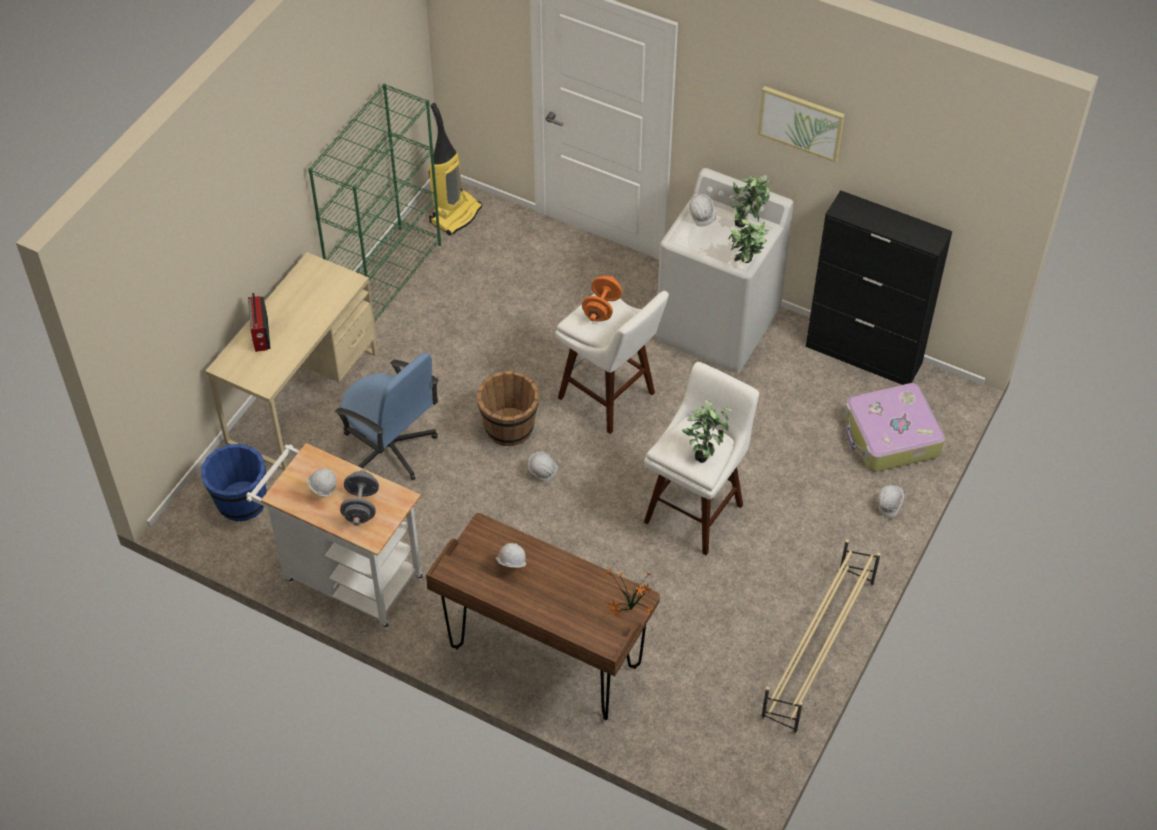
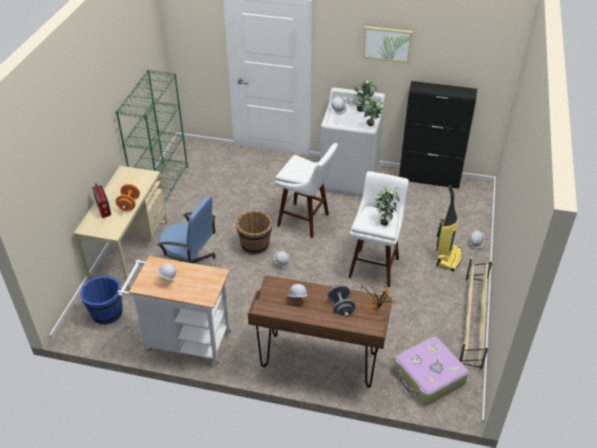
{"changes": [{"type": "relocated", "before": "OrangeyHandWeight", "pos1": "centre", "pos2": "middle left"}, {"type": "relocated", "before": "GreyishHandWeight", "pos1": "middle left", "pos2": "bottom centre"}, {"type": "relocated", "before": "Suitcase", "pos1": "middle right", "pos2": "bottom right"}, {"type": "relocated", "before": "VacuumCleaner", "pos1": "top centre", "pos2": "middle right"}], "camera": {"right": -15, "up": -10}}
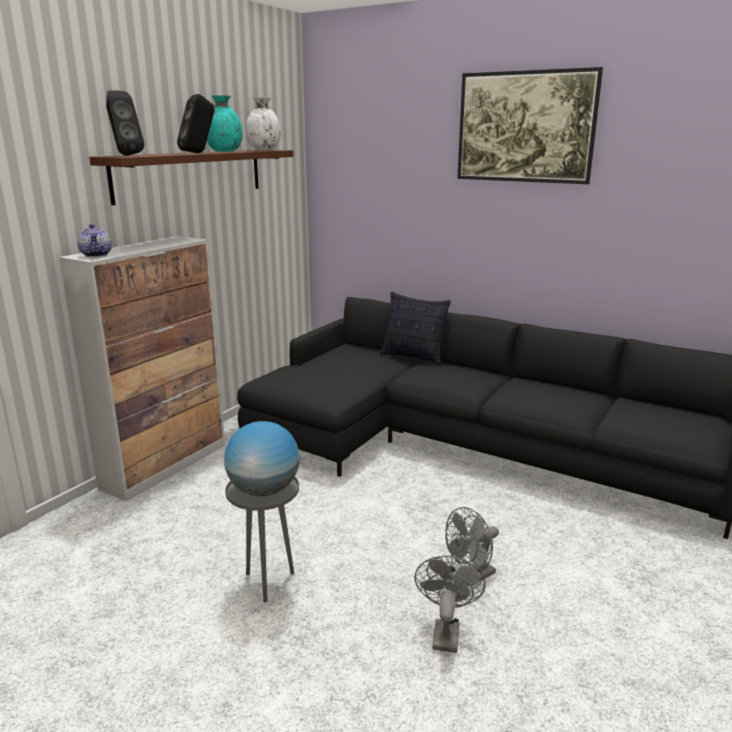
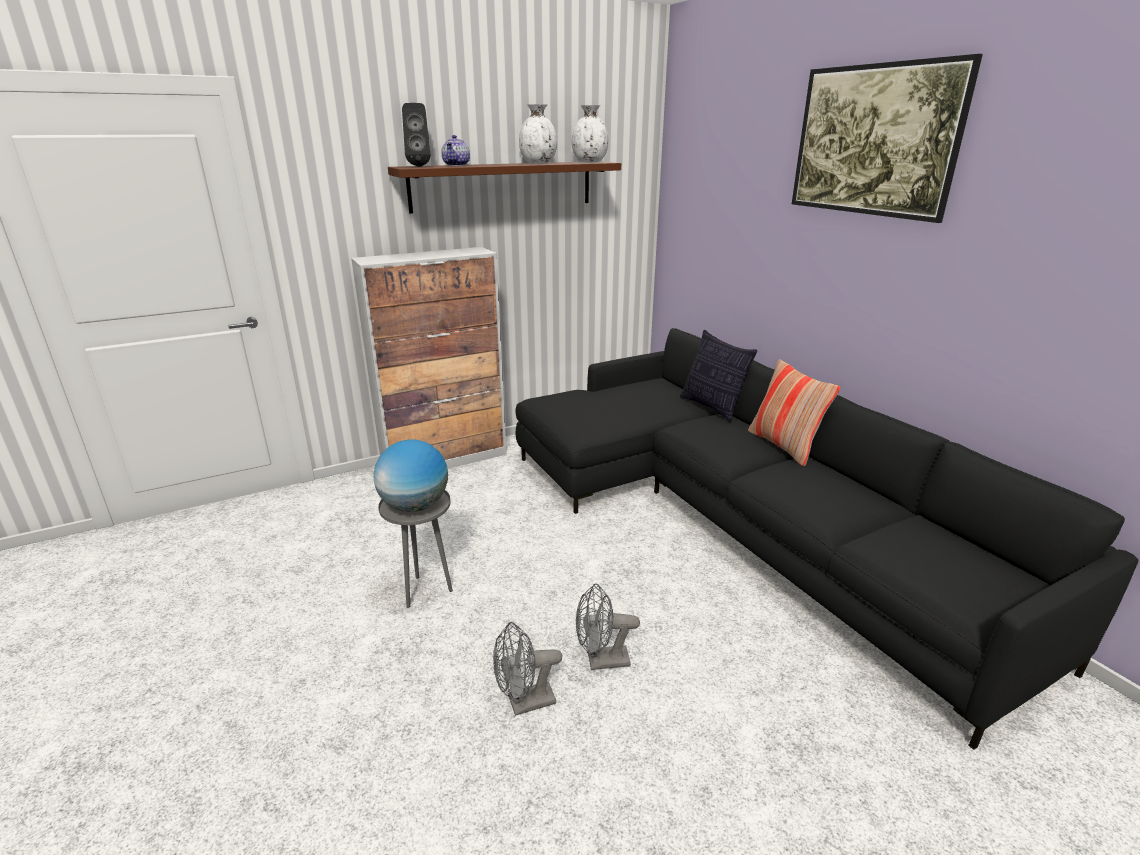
{"changes": [{"type": "relocated", "before": "Teapot", "pos1": "top left", "pos2": "top centre"}, {"type": "spun", "before": "GreyishCoolingFan (no. 1 from left)", "pos1": "bottom centre", "pos2": "bottom centre", "turn": -150}, {"type": "colour", "before": "TurquoiseVase", "after": "WhiteVase (no. 1 from left)", "pos1": "top left", "pos2": "top centre"}, {"type": "appeared", "after": "Pillow (no. 2 from left)", "pos2": "middle right"}, {"type": "missing", "before": "BlackColouredAudioSpeaker (no. 2 from left)", "pos1": "top left"}], "camera": {"right": 30, "up": 5}}
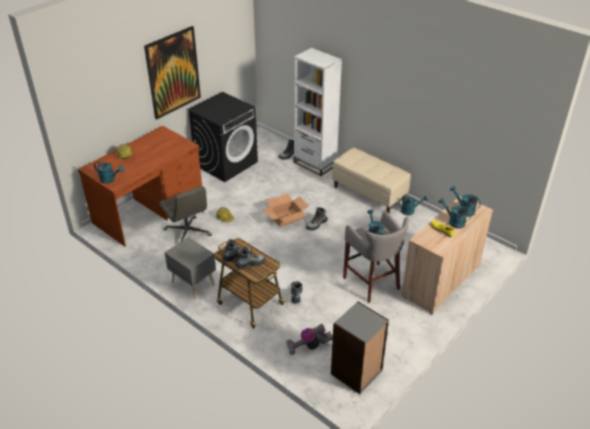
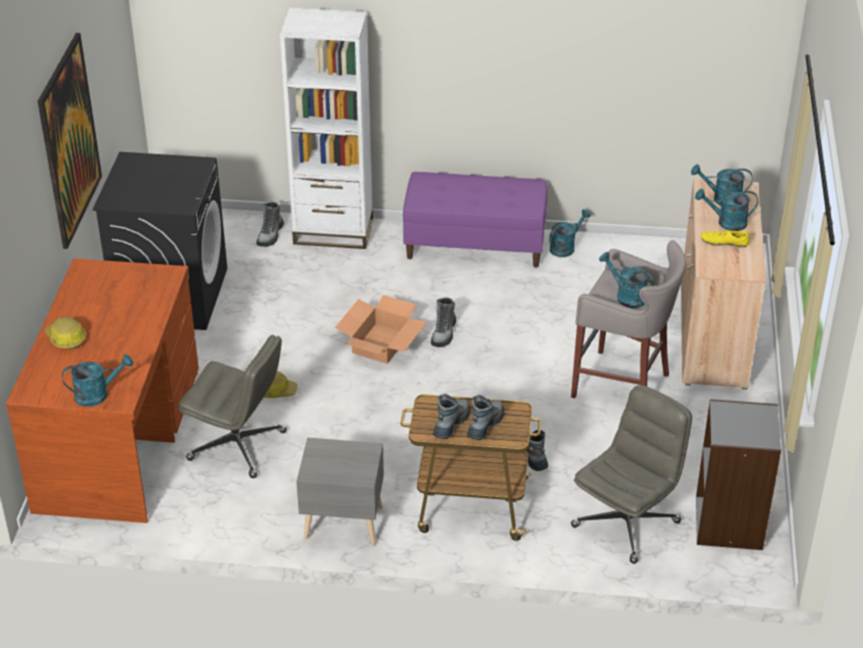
{"changes": [{"type": "colour", "before": "SandColouredLongSeat", "after": "PurplishLongSeat", "pos1": "centre", "pos2": "centre"}, {"type": "exchanged", "before": "VacuumCleaner", "after": "GreyishDeskChair (no. 2 from left)", "pos1": "bottom centre", "pos2": "bottom right"}], "camera": {"right": -35, "up": 0}}
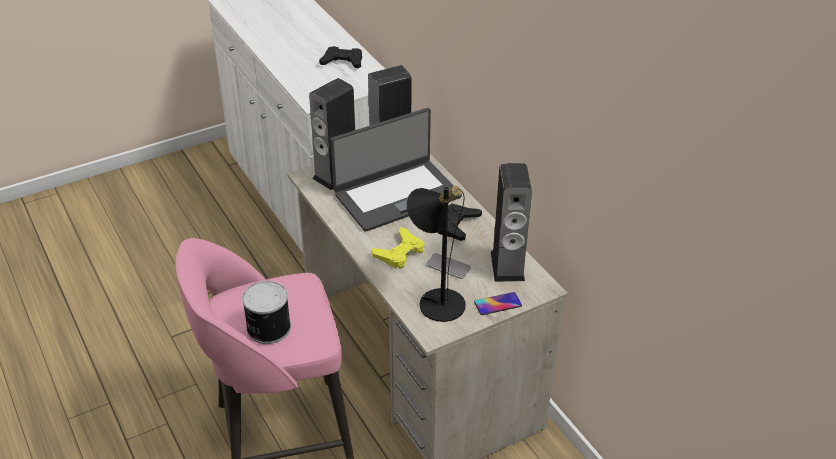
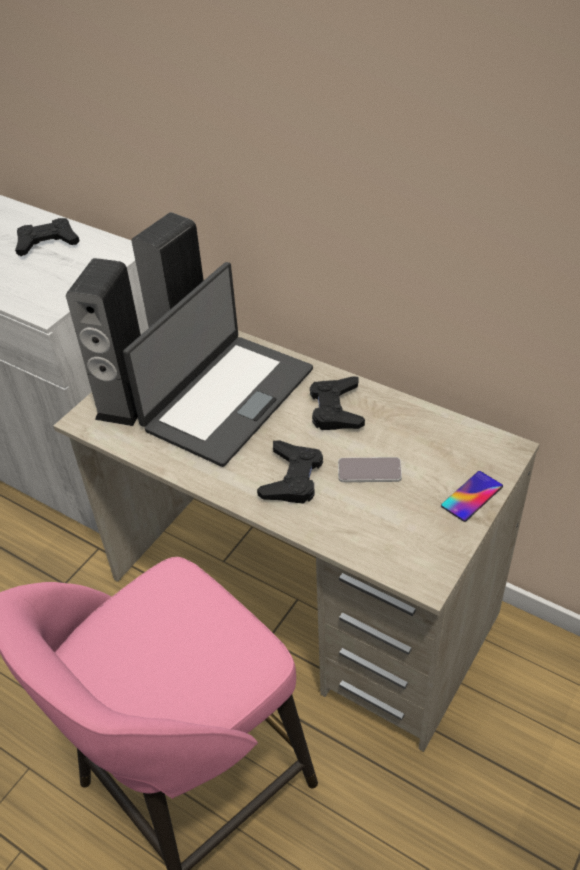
{"changes": [{"type": "colour", "before": "YellowishJoypad", "after": "BlackColouredJoypad (no. 2 from left)", "pos1": "centre", "pos2": "centre"}, {"type": "missing", "before": "Can", "pos1": "bottom left"}, {"type": "missing", "before": "BlackColouredLampForATable", "pos1": "centre"}, {"type": "missing", "before": "AudioSpeaker (no. 3 from left)", "pos1": "centre"}], "camera": {"right": -25, "up": 5}}
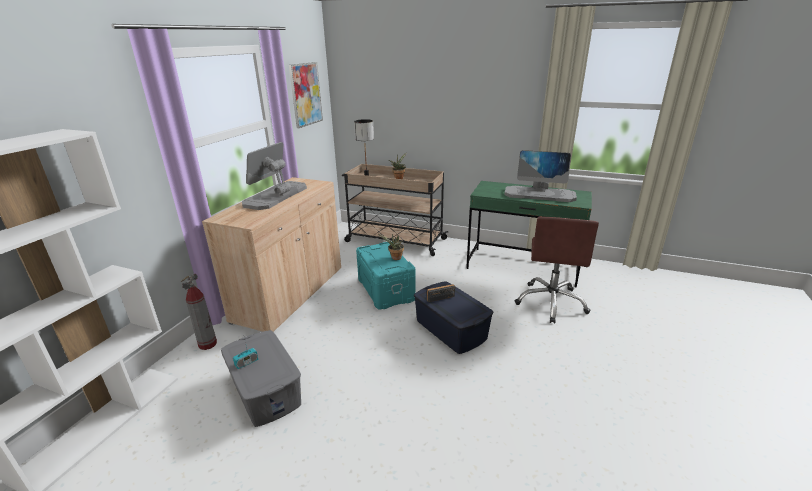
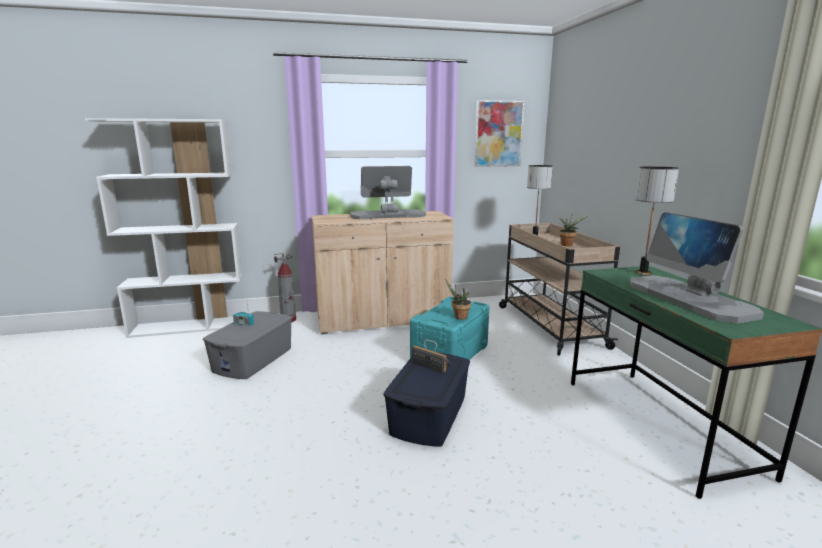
{"changes": [{"type": "appeared", "after": "LampForATable (no. 2 from left)", "pos2": "middle right"}, {"type": "missing", "before": "BrownishDeskChair", "pos1": "middle right"}], "camera": {"right": 55, "up": -10}}
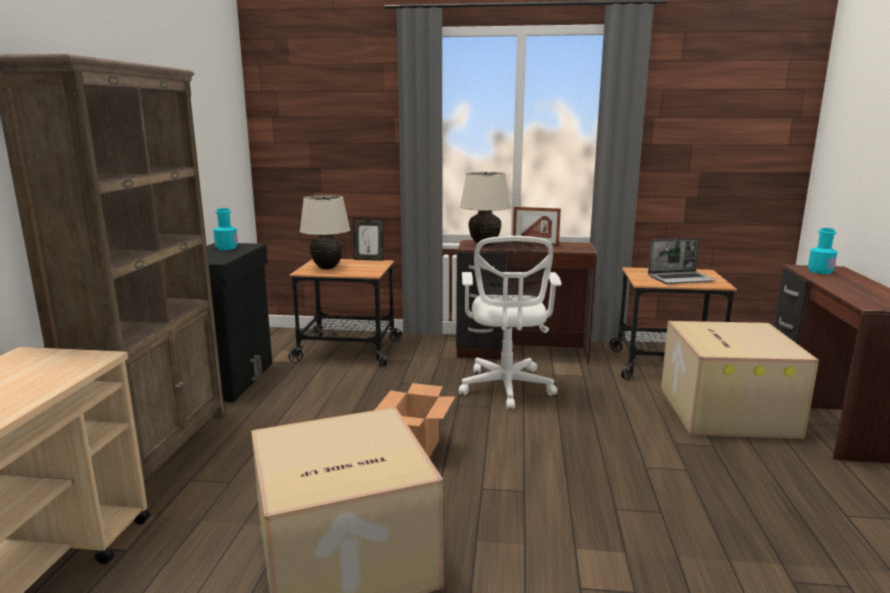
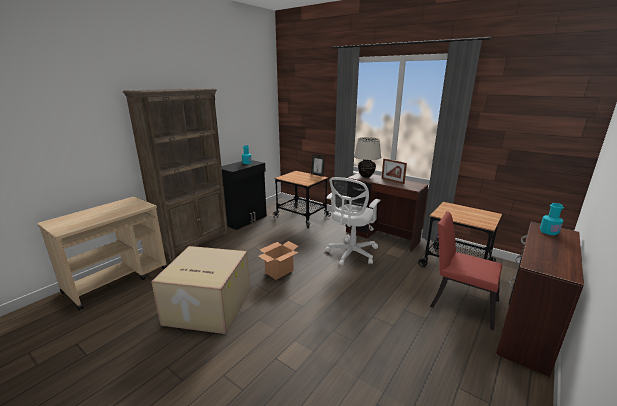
{"changes": [{"type": "exchanged", "before": "PackingBox (no. 3 from left)", "after": "RedChair", "pos1": "middle right", "pos2": "middle right"}, {"type": "missing", "before": "SandColouredLampForATable (no. 1 from left)", "pos1": "centre"}, {"type": "missing", "before": "PortableComputer", "pos1": "middle right"}], "camera": {"right": 30, "up": 5}}
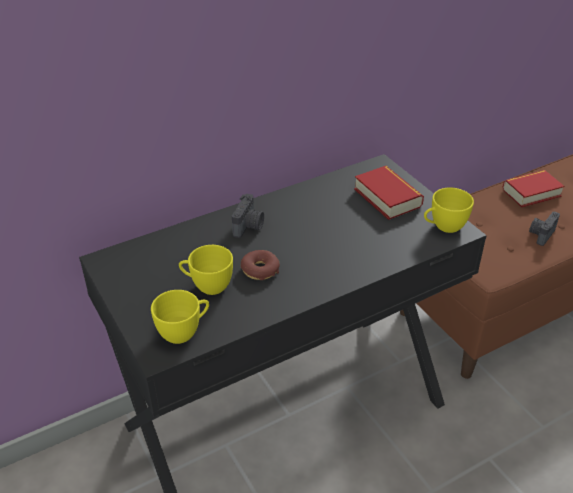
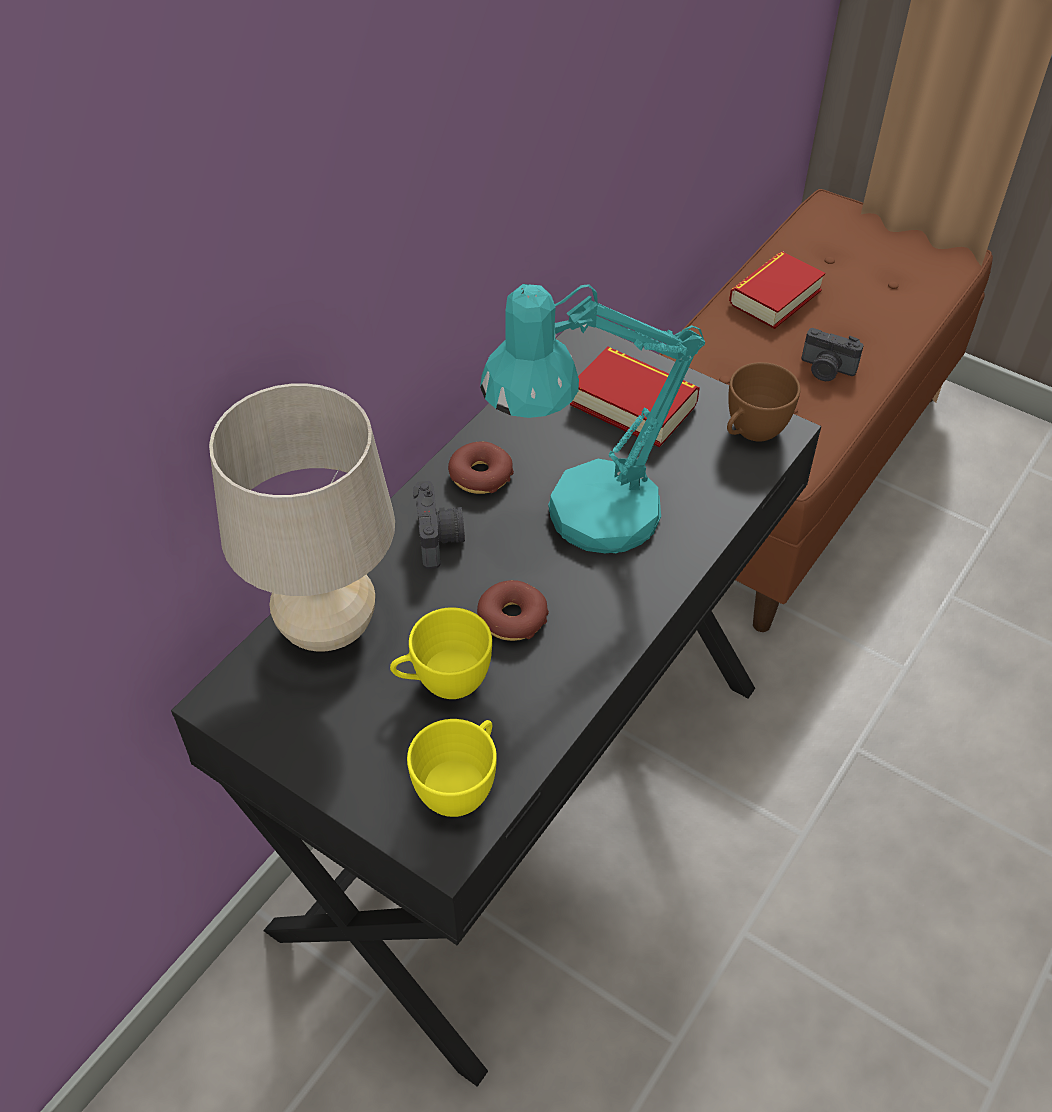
{"changes": [{"type": "appeared", "after": "SandColouredLampForATable", "pos2": "middle left"}, {"type": "appeared", "after": "Doughnut (no. 1 from left)", "pos2": "centre"}, {"type": "appeared", "after": "TurquoiseLampForATable", "pos2": "centre"}, {"type": "colour", "before": "YellowishDrinkingCup (no. 3 from left)", "after": "BrownishDrinkingCup", "pos1": "middle right", "pos2": "middle right"}, {"type": "spun", "before": "PhotoCamera (no. 2 from left)", "pos1": "middle right", "pos2": "top right", "turn": -75}], "camera": {"right": -25, "up": 10}}
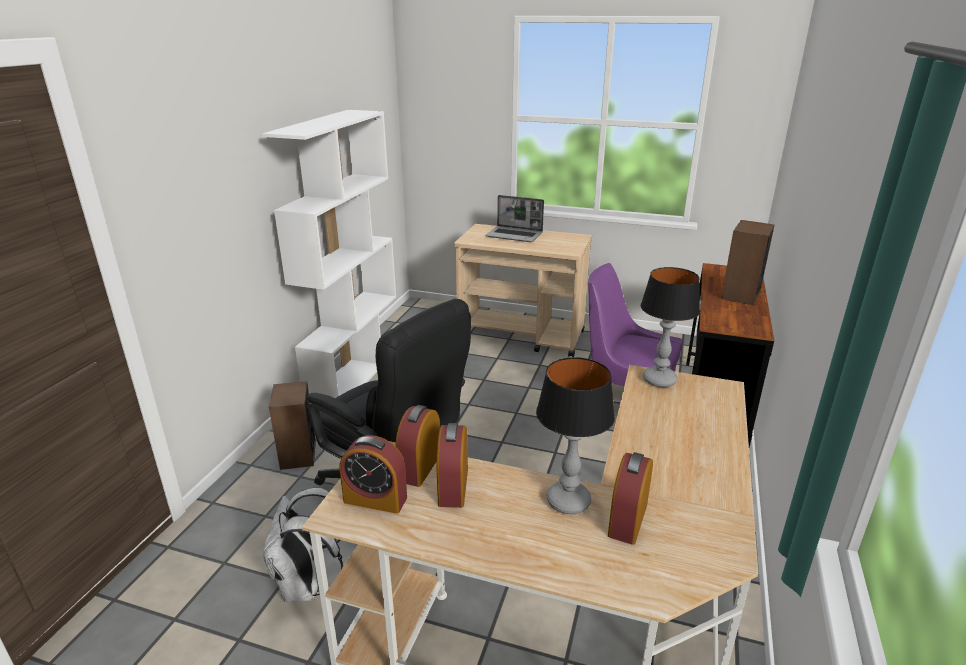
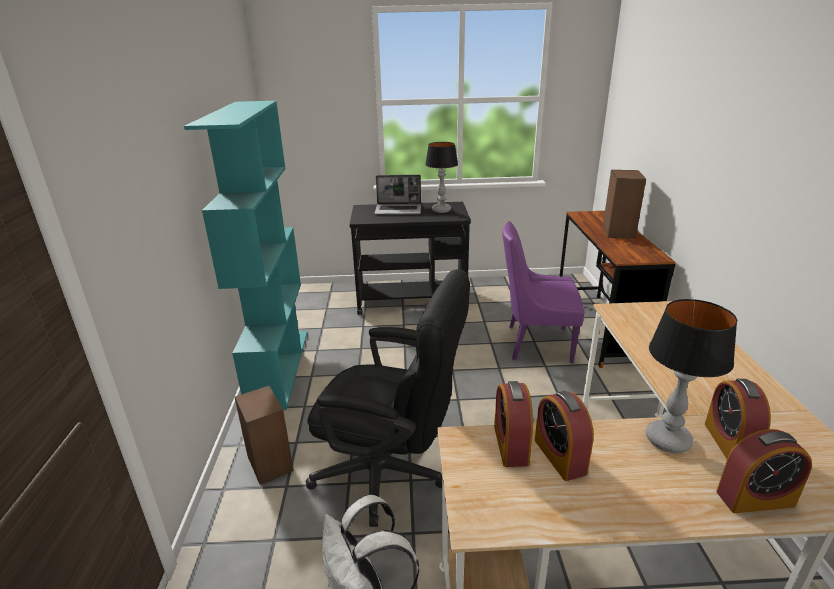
{"changes": [{"type": "colour", "before": "WhiteBookcase", "after": "TurquoiseBookcase", "pos1": "centre", "pos2": "middle left"}, {"type": "colour", "before": "SandColouredWheeledCart", "after": "BlackColouredWheeledCart", "pos1": "centre", "pos2": "centre"}, {"type": "relocated", "before": "LampForATable (no. 2 from left in the first image)", "after": "LampForATable (no. 1 from left)", "pos1": "middle right", "pos2": "top centre"}, {"type": "relocated", "before": "BedsideClock (no. 1 from left in the first image)", "after": "BedsideClock (no. 4 from left)", "pos1": "bottom centre", "pos2": "bottom right"}], "camera": {"right": -20, "up": 0}}
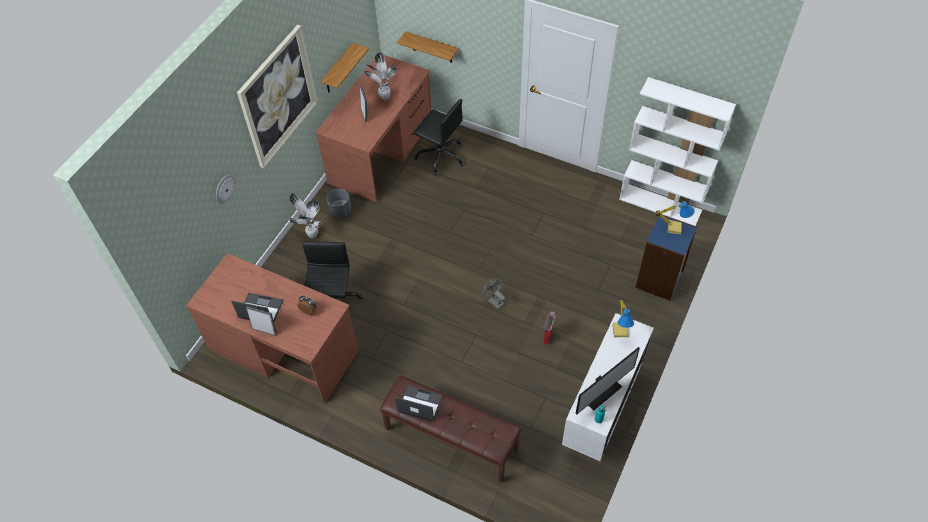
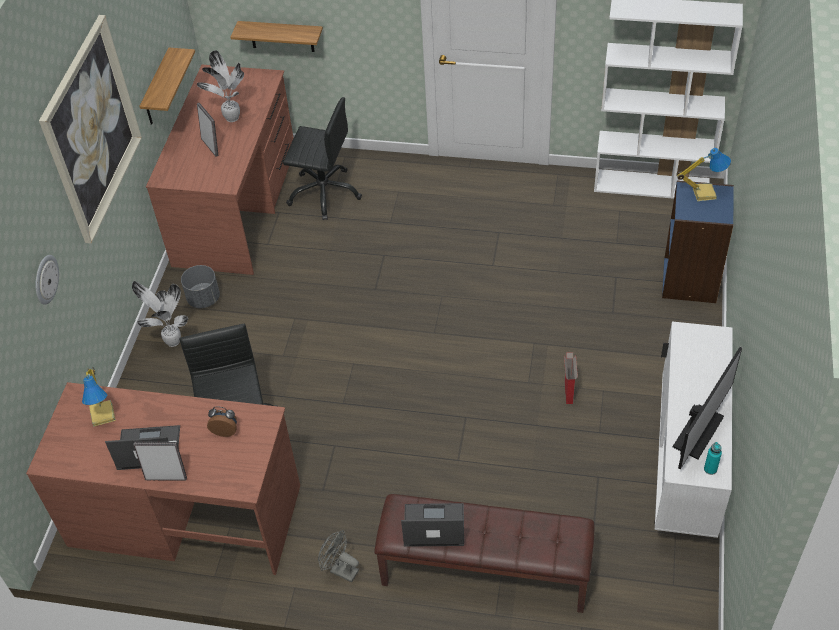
{"changes": [{"type": "relocated", "before": "LampForATable (no. 1 from left)", "pos1": "middle right", "pos2": "middle left"}, {"type": "relocated", "before": "GreyishCoolingFan", "pos1": "centre", "pos2": "bottom centre"}], "camera": {"right": -15, "up": -5}}
